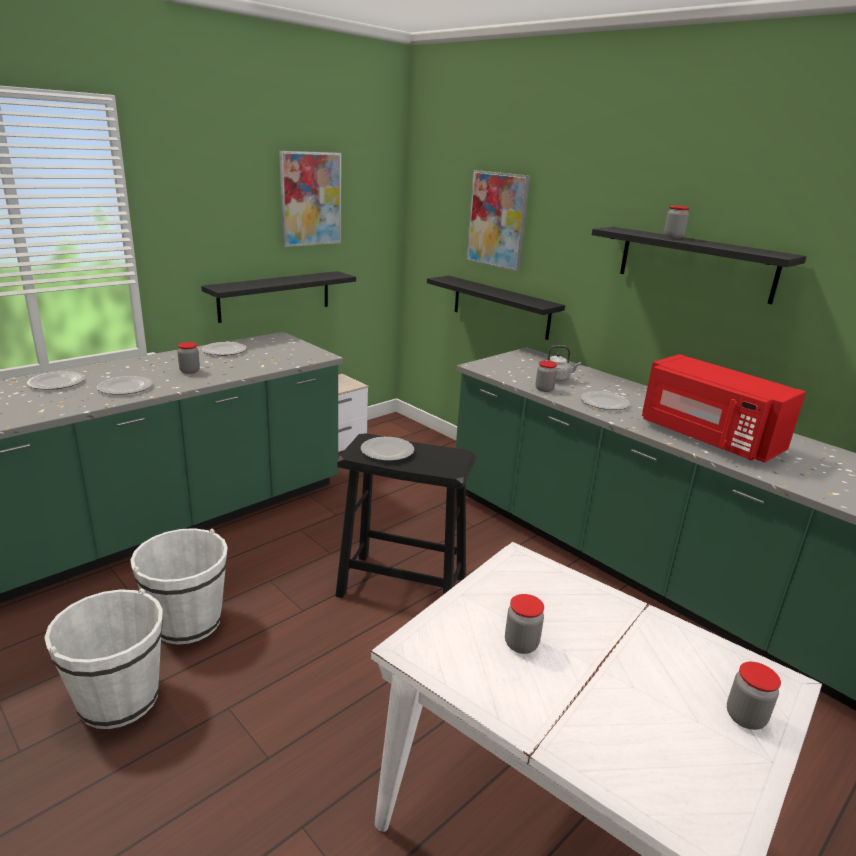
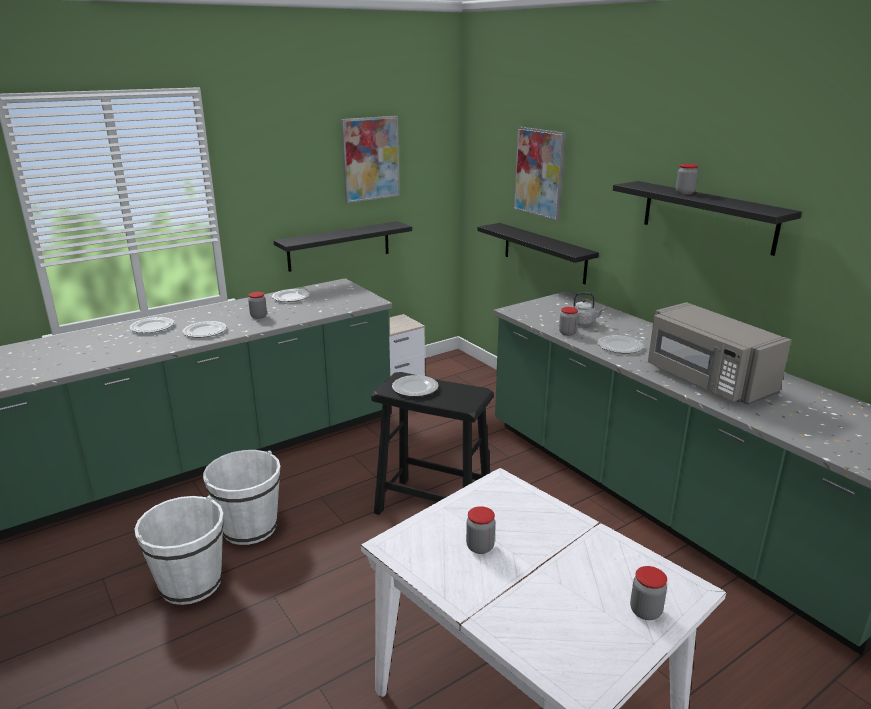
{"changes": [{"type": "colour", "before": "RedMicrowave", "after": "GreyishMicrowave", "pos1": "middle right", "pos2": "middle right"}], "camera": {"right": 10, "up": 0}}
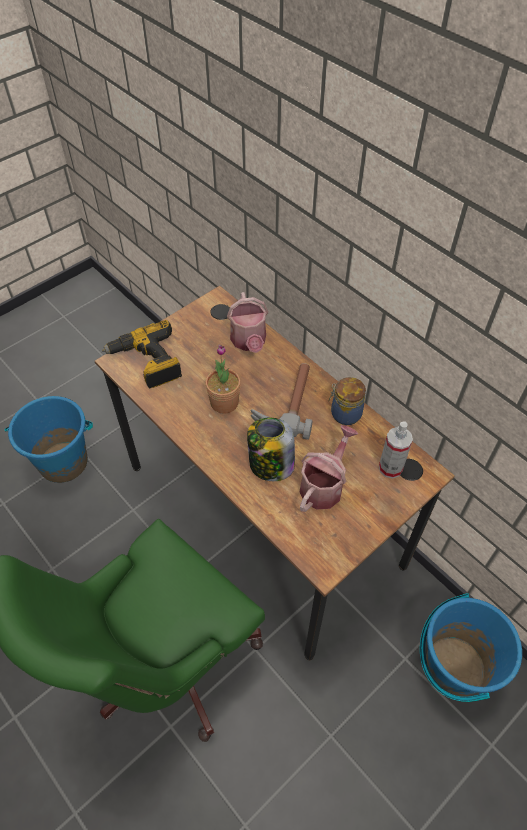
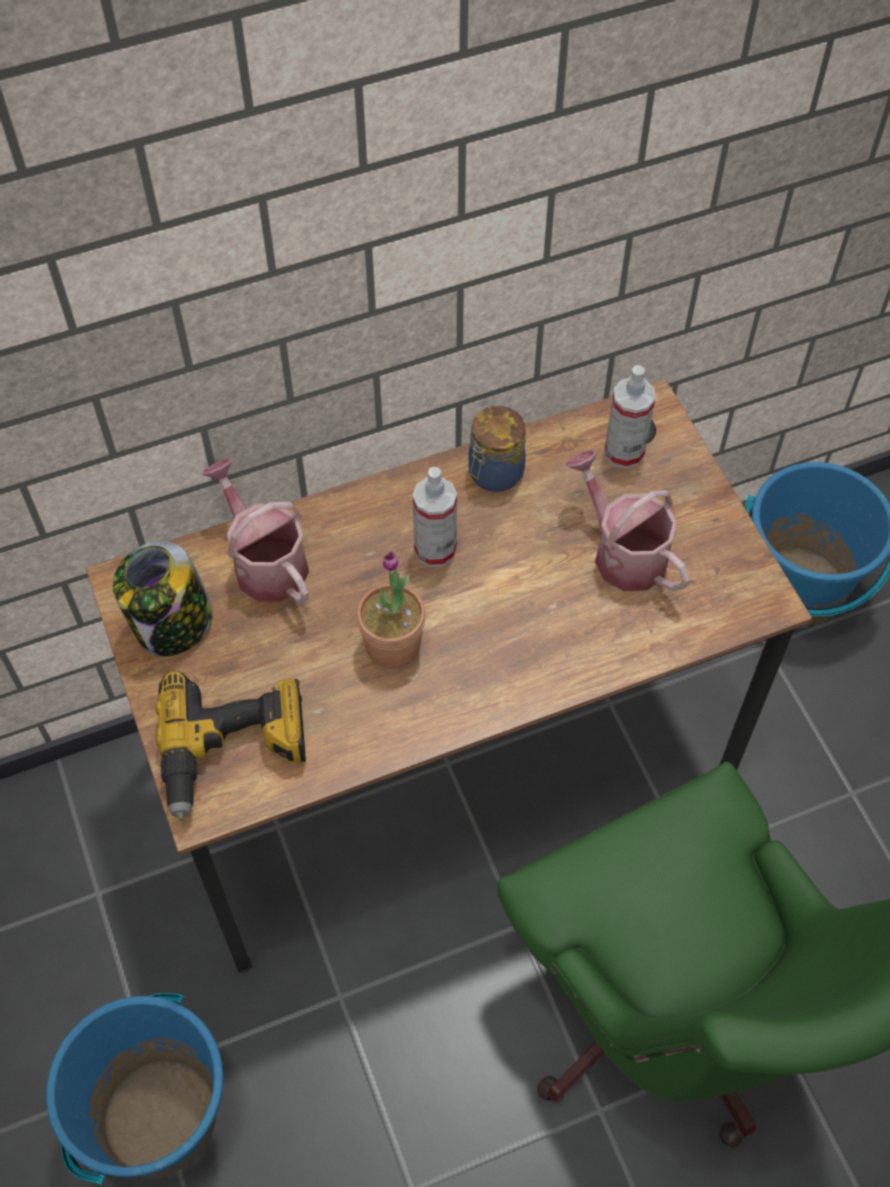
{"changes": [{"type": "relocated", "before": "StorageJar (no. 1 from left)", "pos1": "centre", "pos2": "middle left"}, {"type": "spun", "before": "WateringPot (no. 1 from left)", "pos1": "centre", "pos2": "middle left", "turn": -135}, {"type": "exchanged", "before": "HandHammer", "after": "Sprayer (no. 1 from left)", "pos1": "centre", "pos2": "centre"}], "camera": {"right": -70, "up": 5}}
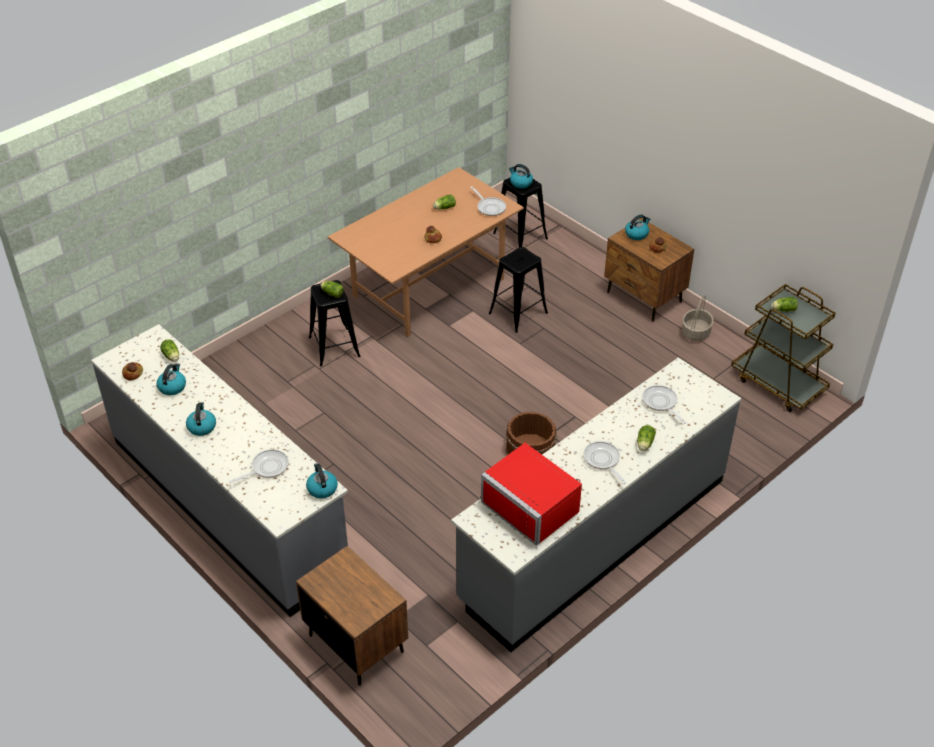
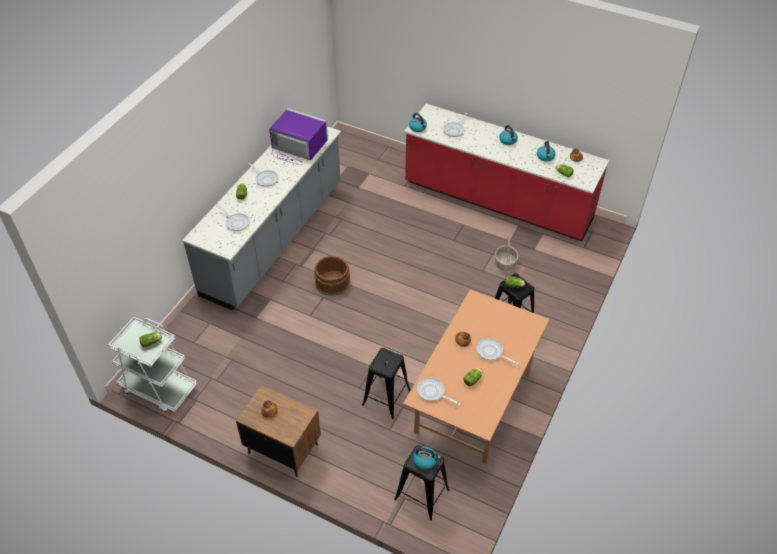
{"changes": [{"type": "colour", "before": "BrownishWheeledCart", "after": "WhiteWheeledCart", "pos1": "middle right", "pos2": "middle left"}, {"type": "colour", "before": "RedMicrowave", "after": "PurplishMicrowave", "pos1": "centre", "pos2": "top centre"}, {"type": "colour", "before": "GreyishKitchenBaseUnit (no. 1 from left)", "after": "RedKitchenBaseUnit", "pos1": "middle left", "pos2": "top centre"}, {"type": "appeared", "after": "Skillet (no. 5 from left)", "pos2": "centre"}, {"type": "relocated", "before": "StorageBasket", "pos1": "middle right", "pos2": "centre"}, {"type": "missing", "before": "BrownishNightstand (no. 1 from left)", "pos1": "bottom centre"}, {"type": "missing", "before": "Kettle (no. 5 from left)", "pos1": "top right"}], "camera": {"right": 160, "up": 5}}
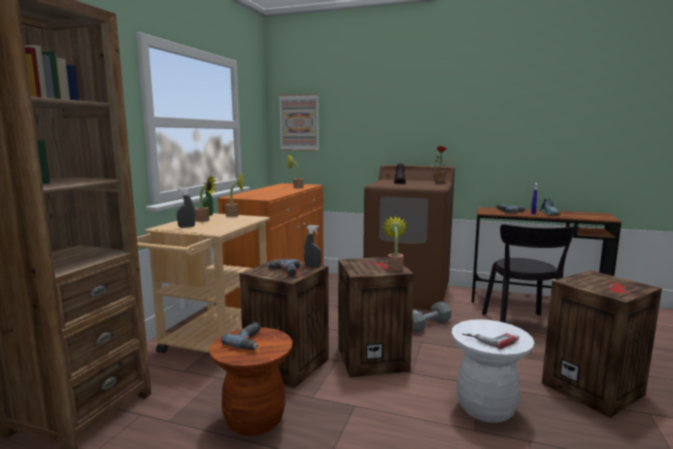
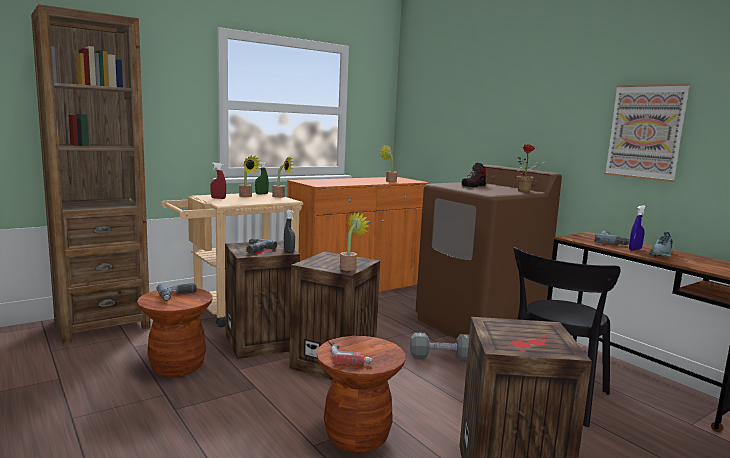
{"changes": [{"type": "colour", "before": "GreyishSprayer (no. 1 from left)", "after": "RedSprayer", "pos1": "middle left", "pos2": "middle left"}, {"type": "colour", "before": "WhiteStool", "after": "BrownishStool (no. 2 from left)", "pos1": "bottom right", "pos2": "bottom centre"}, {"type": "relocated", "before": "WallArt", "pos1": "top centre", "pos2": "top right"}], "camera": {"right": 35, "up": 0}}
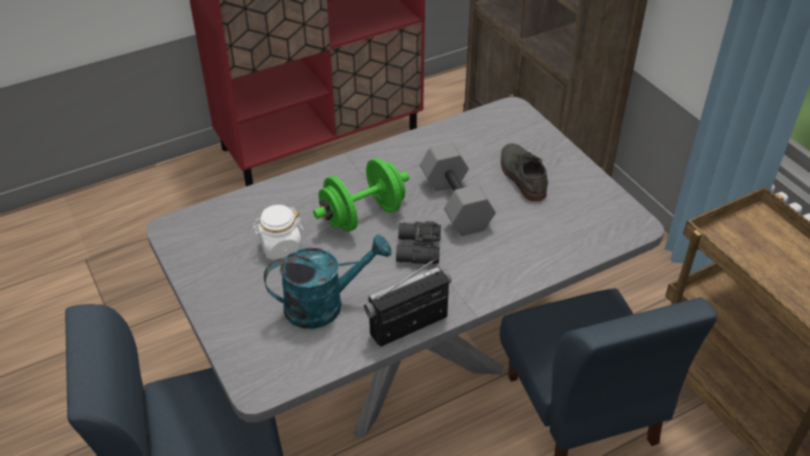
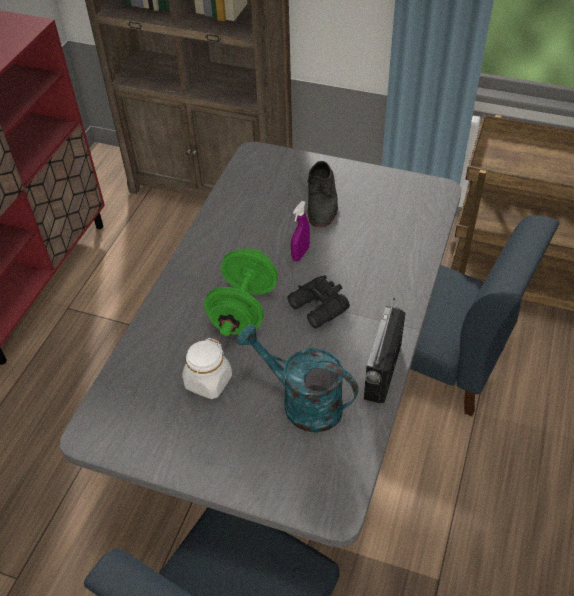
{"changes": [{"type": "spun", "before": "TurquoiseWateringPot", "pos1": "centre", "pos2": "centre", "turn": -90}, {"type": "exchanged", "before": "GreyishHandWeight", "after": "PurplishSprayer", "pos1": "centre", "pos2": "centre"}, {"type": "spun", "before": "GreyishShoe", "pos1": "centre", "pos2": "top centre", "turn": -120}], "camera": {"right": -40, "up": 5}}
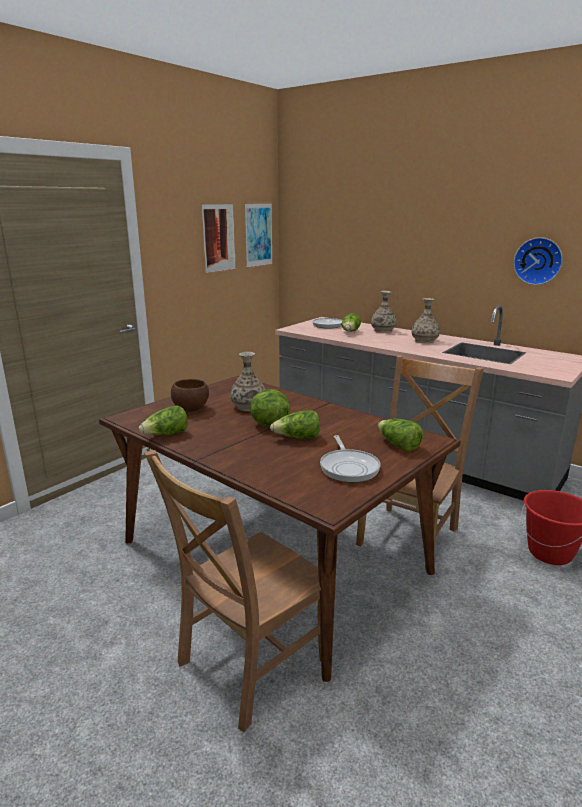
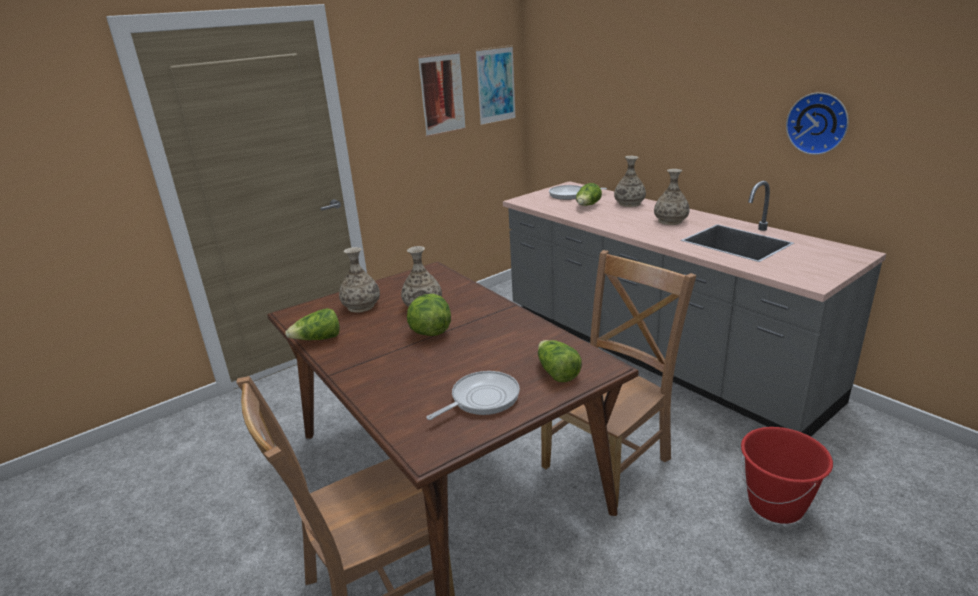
{"changes": [{"type": "exchanged", "before": "BrownishDeepDish", "after": "Vase (no. 1 from left)", "pos1": "middle left", "pos2": "centre"}, {"type": "spun", "before": "Skillet (no. 2 from left in the first image)", "pos1": "centre", "pos2": "centre", "turn": -135}, {"type": "missing", "before": "HeadOfLettuce (no. 3 from left)", "pos1": "centre"}], "camera": {"right": 15, "up": 5}}
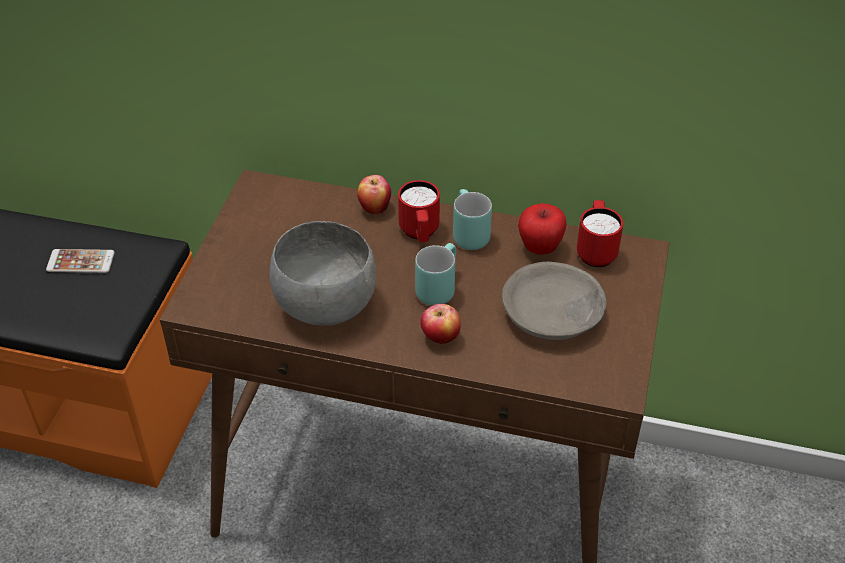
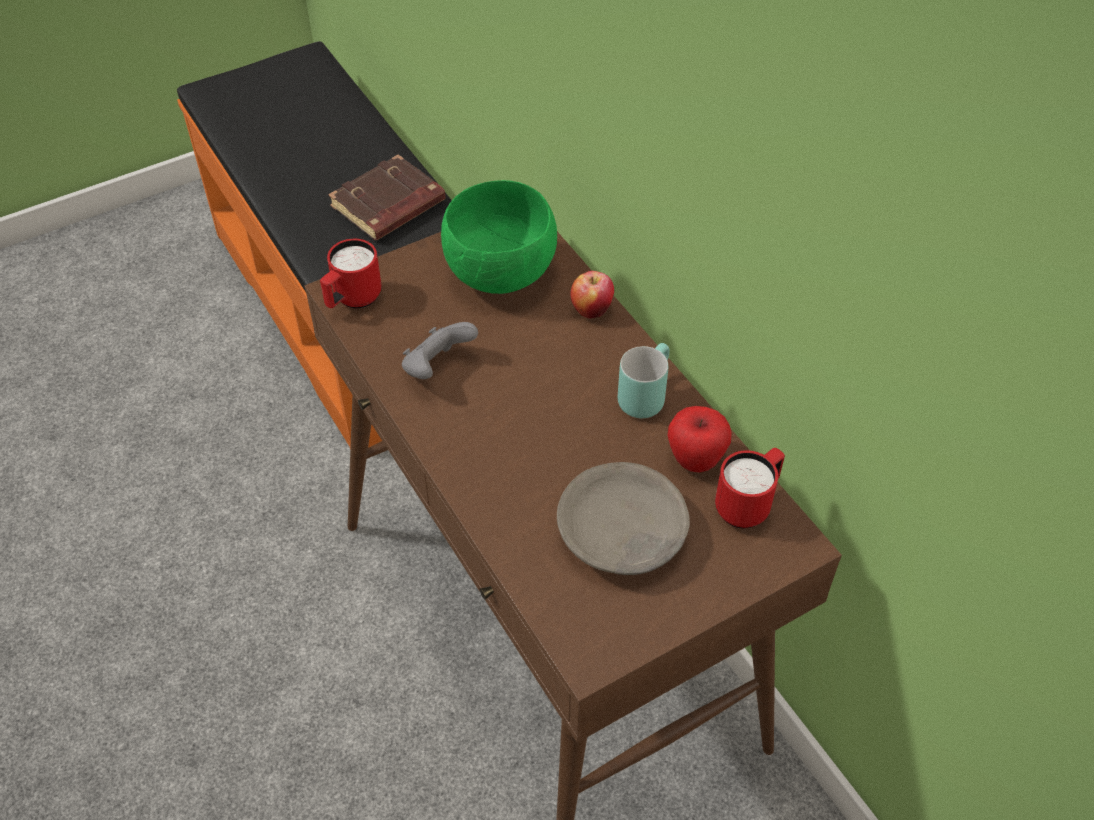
{"changes": [{"type": "relocated", "before": "RedMug (no. 1 from left)", "pos1": "centre", "pos2": "top left"}, {"type": "exchanged", "before": "Handset", "after": "BrownishBoundBook", "pos1": "middle left", "pos2": "top centre"}, {"type": "exchanged", "before": "GreyishDeepDish (no. 1 from left)", "after": "GreyishJoypad", "pos1": "centre", "pos2": "centre"}, {"type": "appeared", "after": "GreenDeepDish", "pos2": "top centre"}, {"type": "missing", "before": "TurquoiseMug (no. 1 from left)", "pos1": "centre"}, {"type": "missing", "before": "Apple (no. 2 from left)", "pos1": "centre"}], "camera": {"right": 45, "up": 5}}
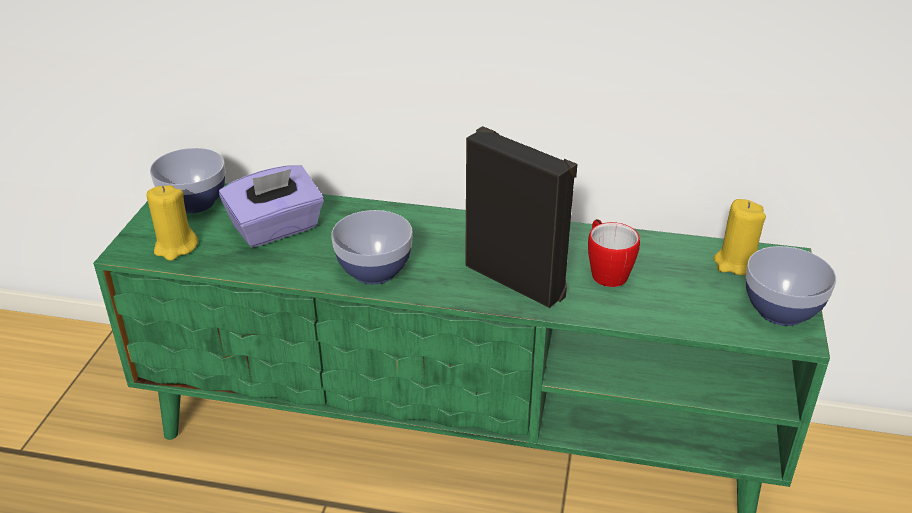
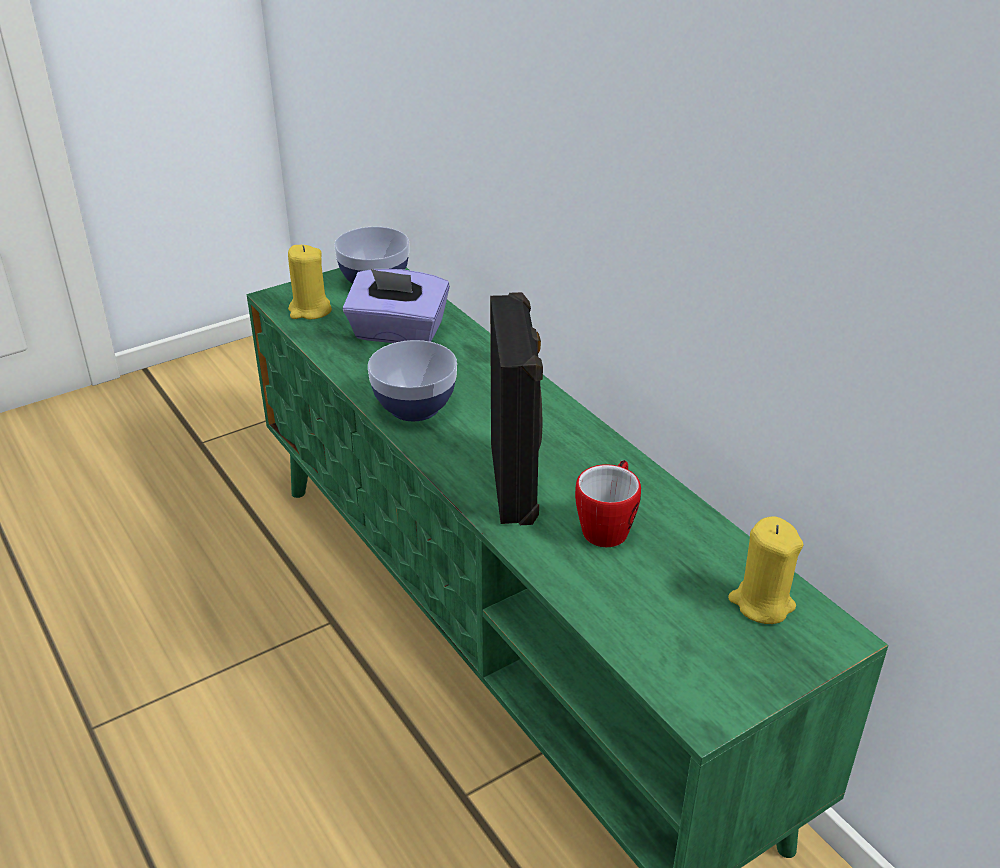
{"changes": [{"type": "missing", "before": "DeepDish (no. 3 from left)", "pos1": "middle right"}], "camera": {"right": 45, "up": 0}}
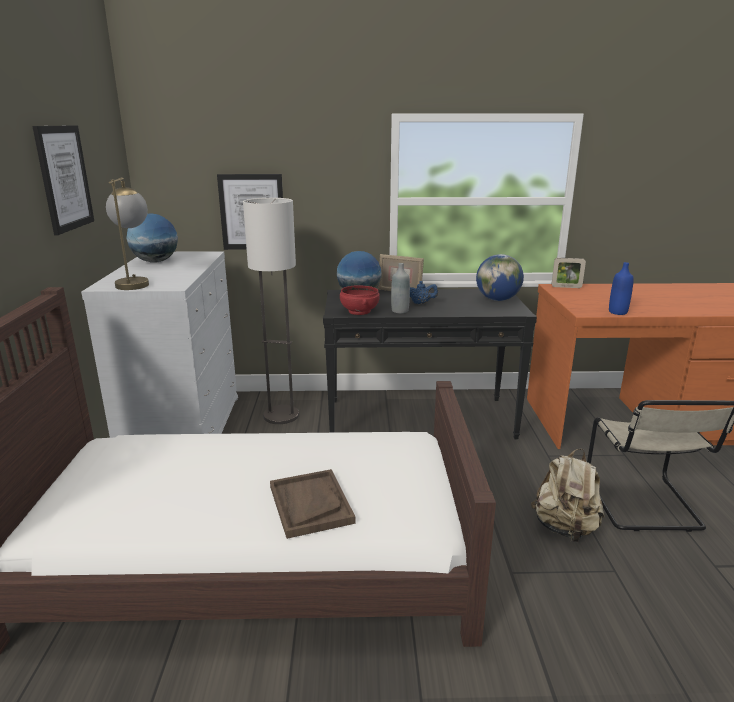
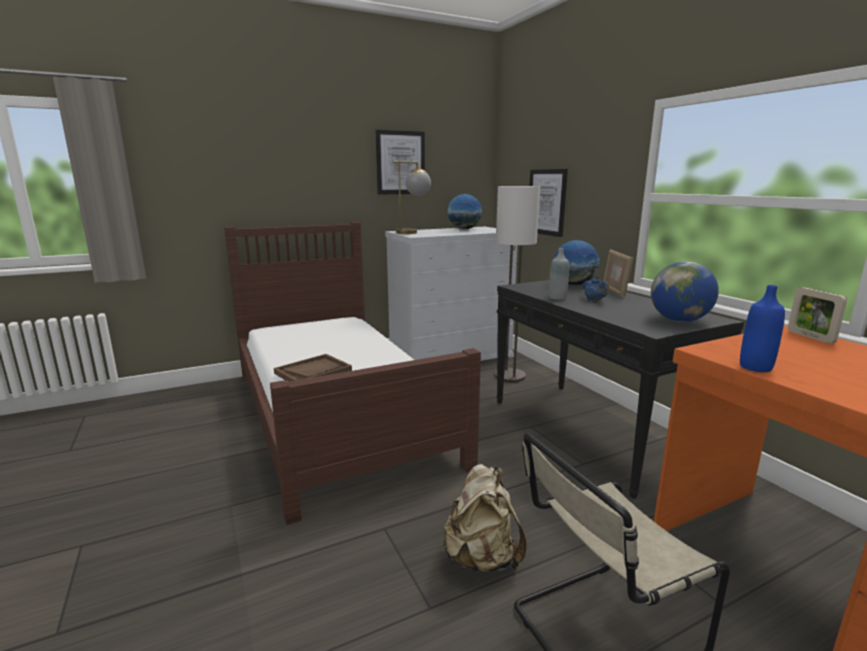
{"changes": [{"type": "missing", "before": "RedDeepDish", "pos1": "centre"}], "camera": {"right": 65, "up": -5}}
